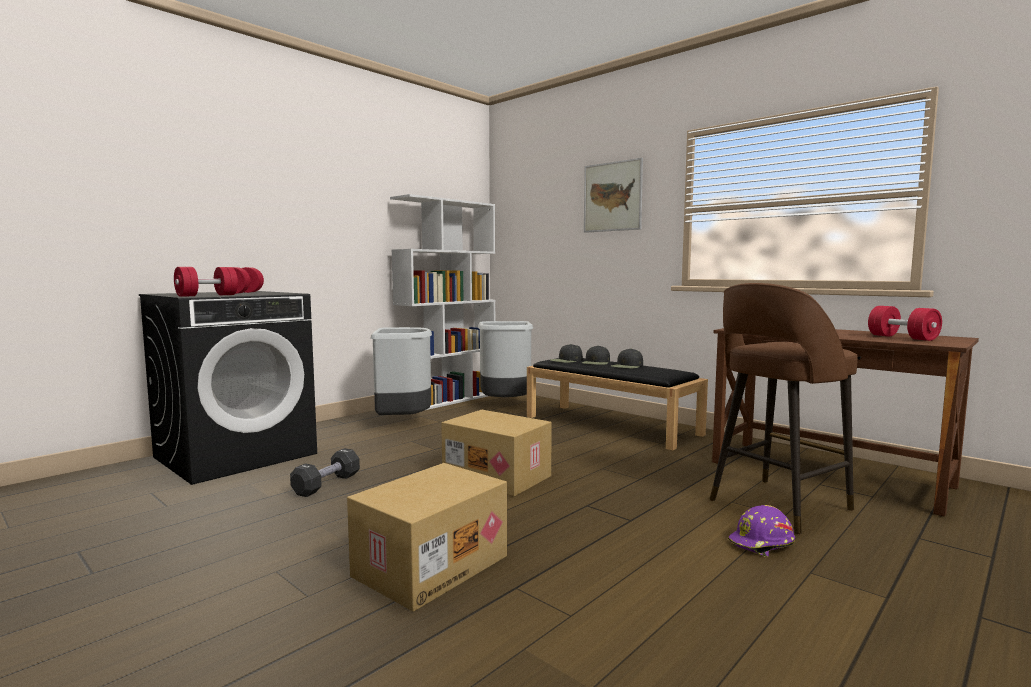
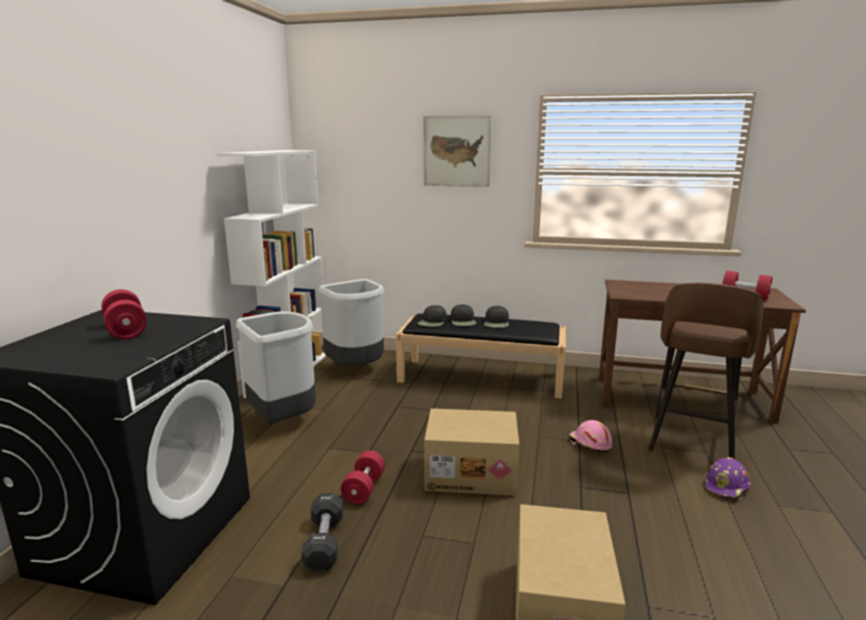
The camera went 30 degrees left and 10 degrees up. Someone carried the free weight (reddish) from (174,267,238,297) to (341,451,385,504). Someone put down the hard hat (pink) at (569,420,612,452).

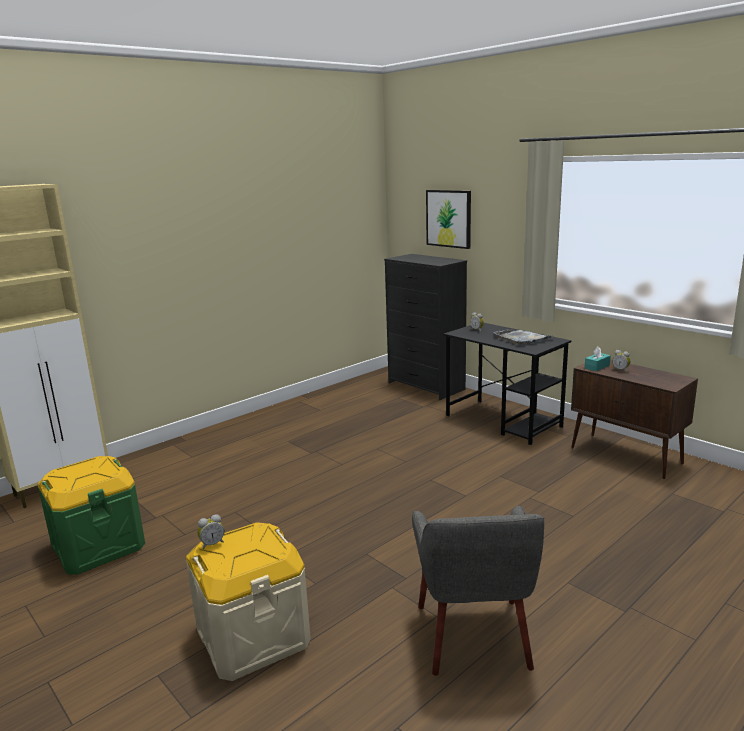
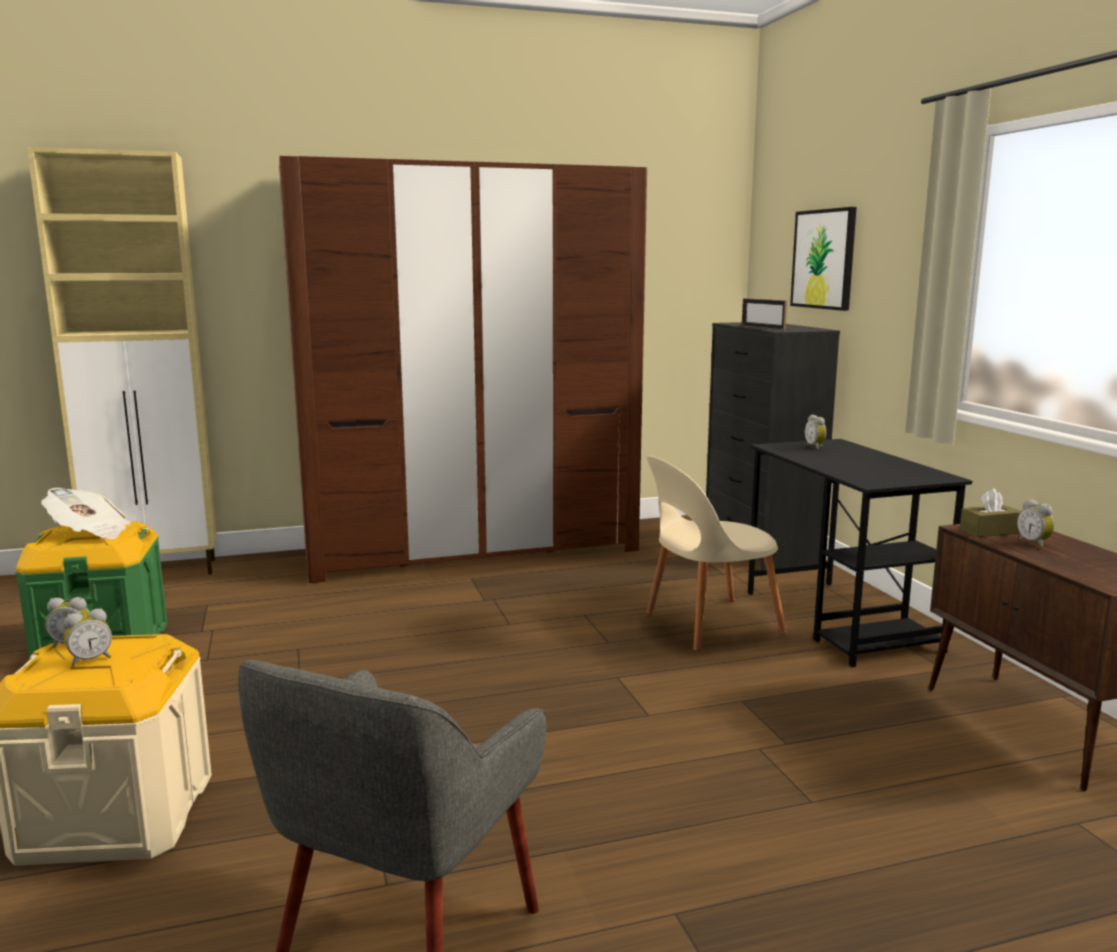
The camera went 25 degrees right and 5 degrees down. Someone took away the serving tray (greyish) at (493,329,552,345). Someone repainted the tissue holder (blue-green) at (584,347,611,371), which became the tissue holder (brown-coloured) at (960,489,1021,537). Someone put down the newspaper at (41,488,131,539). Someone put down the table clock at (64,608,112,667). Someone put down the armoire (brown-coloured) at (279,156,647,583). Someone put down the upright chair (beige-coloured) at (646,455,787,651). Someone put down the photo frame at (742,298,787,330).

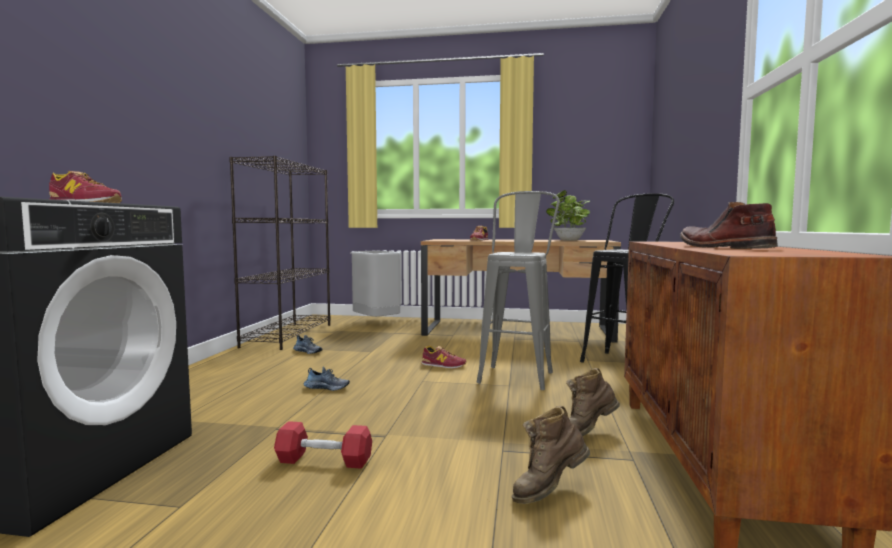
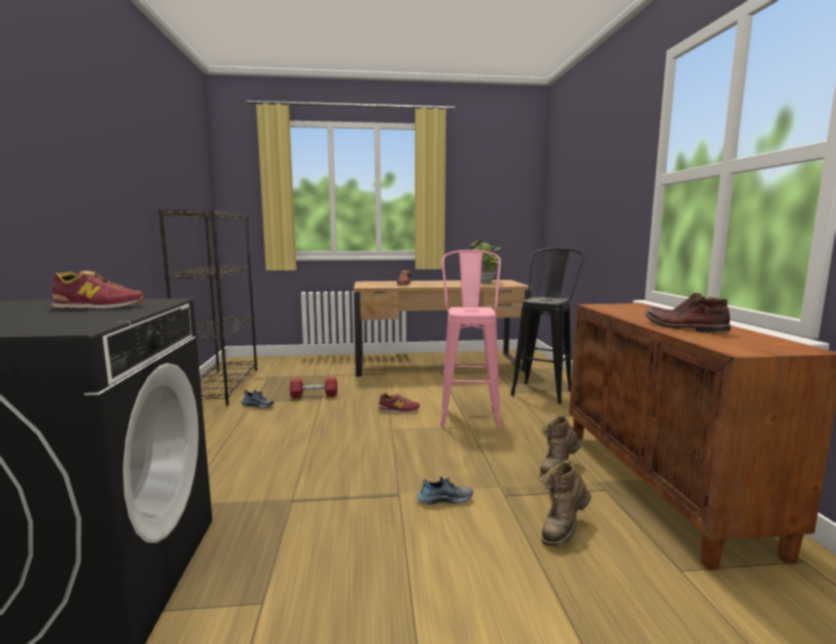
The camera went 15 degrees left and 5 degrees up. Someone carried the free weight (reddish) from (274,421,372,469) to (290,377,338,398). Someone carried the low shoe from (304,367,350,391) to (417,476,473,504). Someone took away the waste bin (greyish) at (351,251,401,317). Someone repainted the stool (greyish) at (476,191,560,390), which became the stool (pink) at (440,250,501,429).

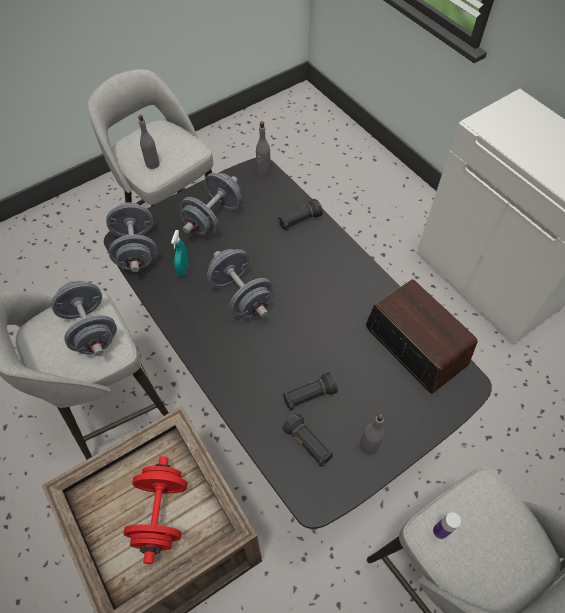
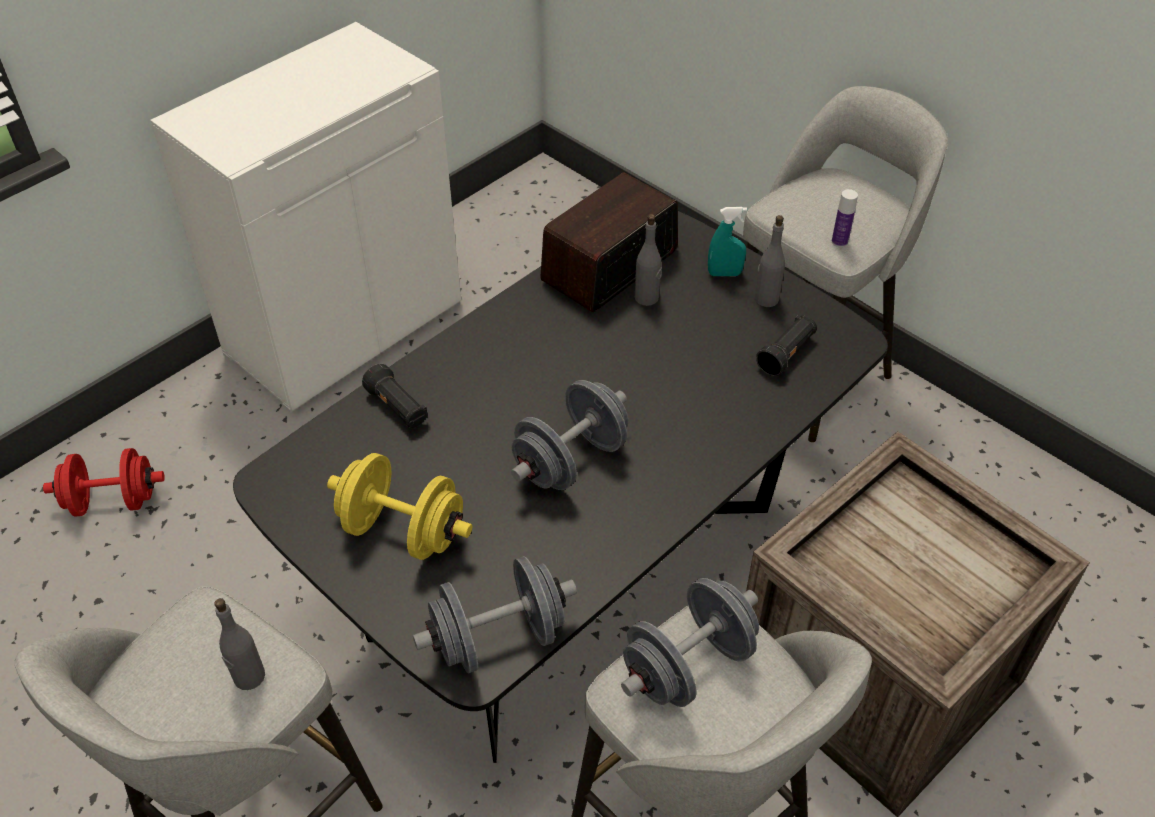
The camera went 100 degrees left and 10 degrees down. Someone carried the free weight (reddish) from (123,456,188,564) to (43,448,165,516). Someone carried the sprayer (blue-green) from (171,230,189,277) to (708,207,747,276). Someone repainted the free weight (greyish) at (180,173,242,235), which became the free weight (yellow-coloured) at (327,453,472,560). Someone carried the bottle (greyish) from (256,121,271,176) to (635,214,662,306). Someone took away the torch (black) at (283,372,338,410).

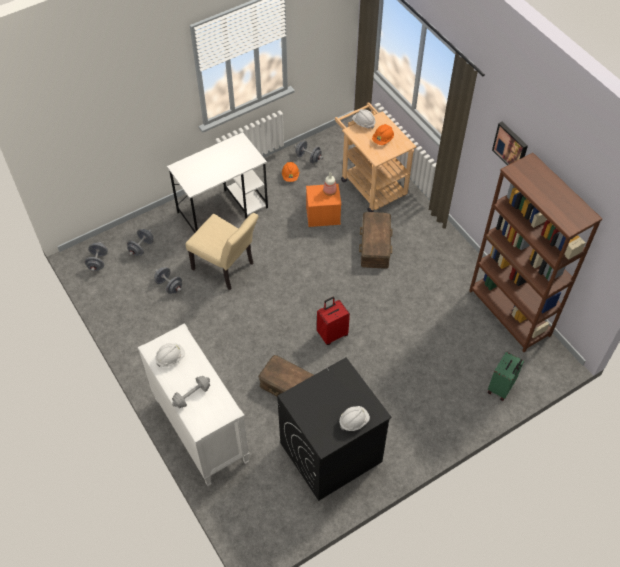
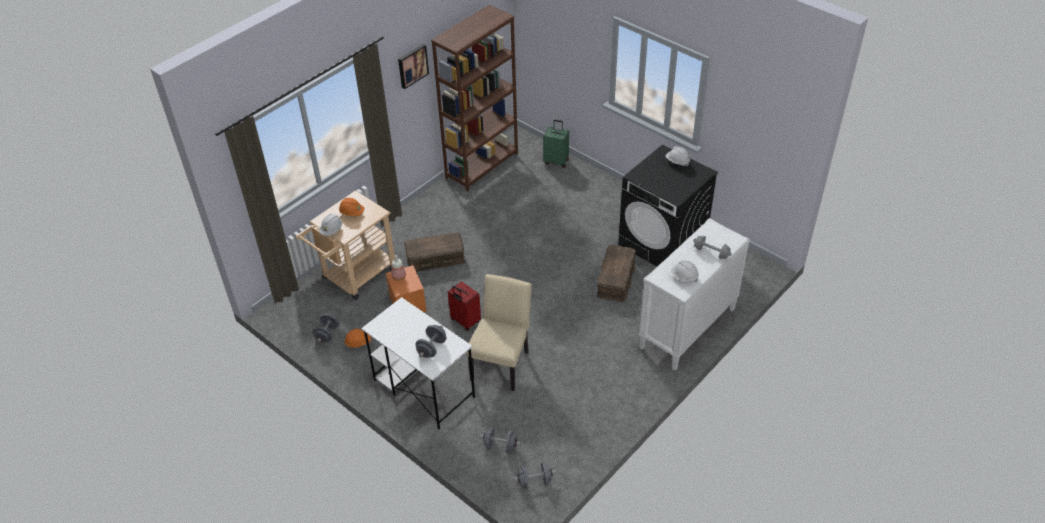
The camera went 105 degrees left and 10 degrees down. Someone carried the free weight (greyish) from (154,267,182,294) to (415,325,447,358). Someone carried the piece of luggage (reddish) from (317,297,350,345) to (448,281,481,330).

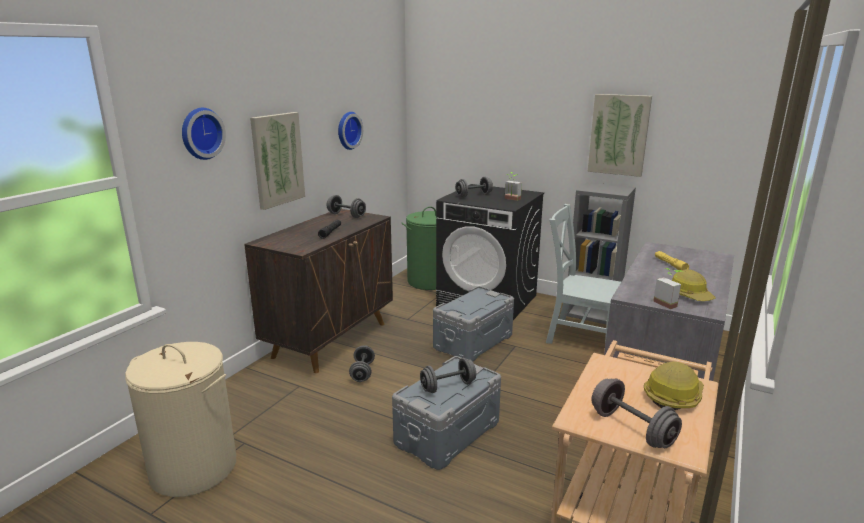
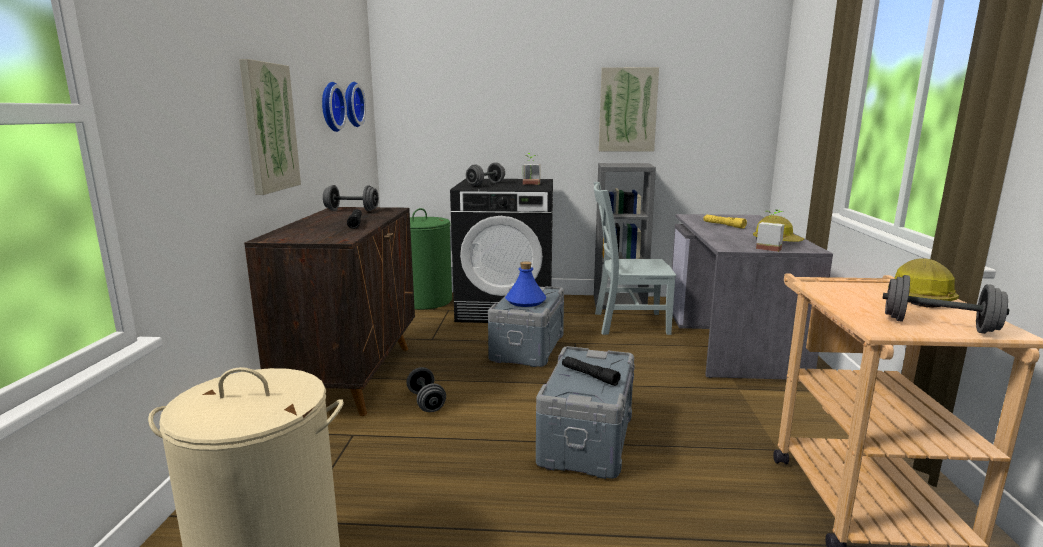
The camera went 25 degrees left and 5 degrees down. Someone carried the hanging clock from (182,108,226,160) to (345,82,366,127). Someone swapped the free weight (greyish) at (420,358,476,393) for the torch (black) at (562,356,621,386). Someone put down the bottle (blue) at (505,261,546,307).

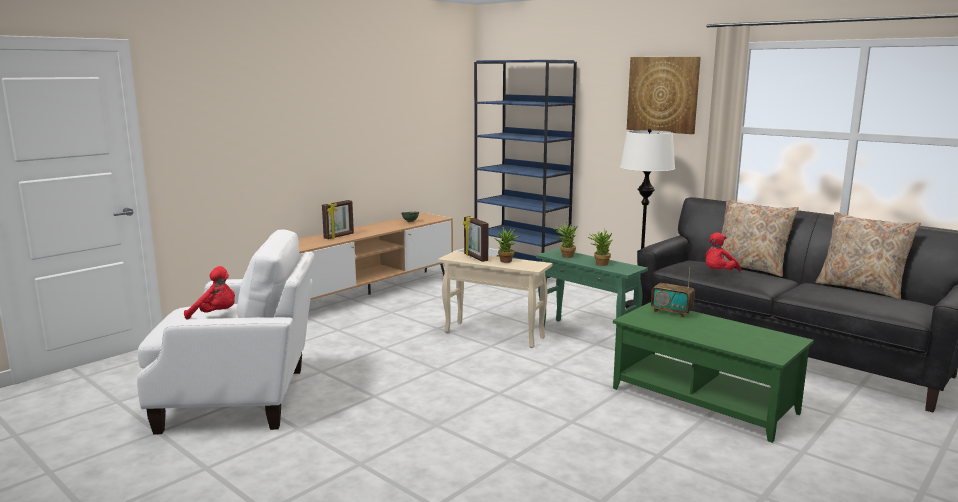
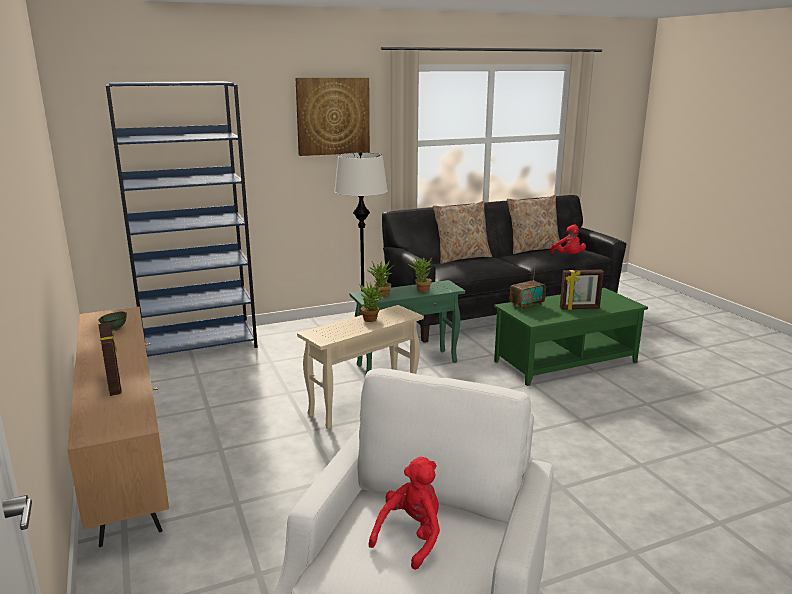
The camera went 65 degrees left and 5 degrees up. Someone carried the photo frame from (463,216,488,262) to (560,270,604,310). Someone carried the cuddly toy (reddish) from (705,233,741,271) to (550,224,586,254).

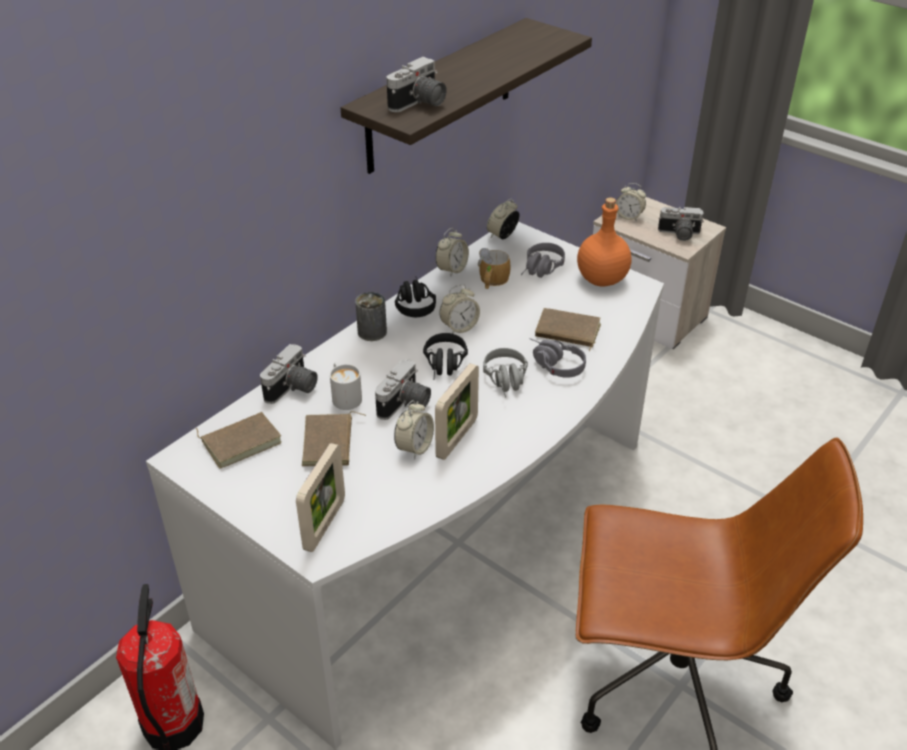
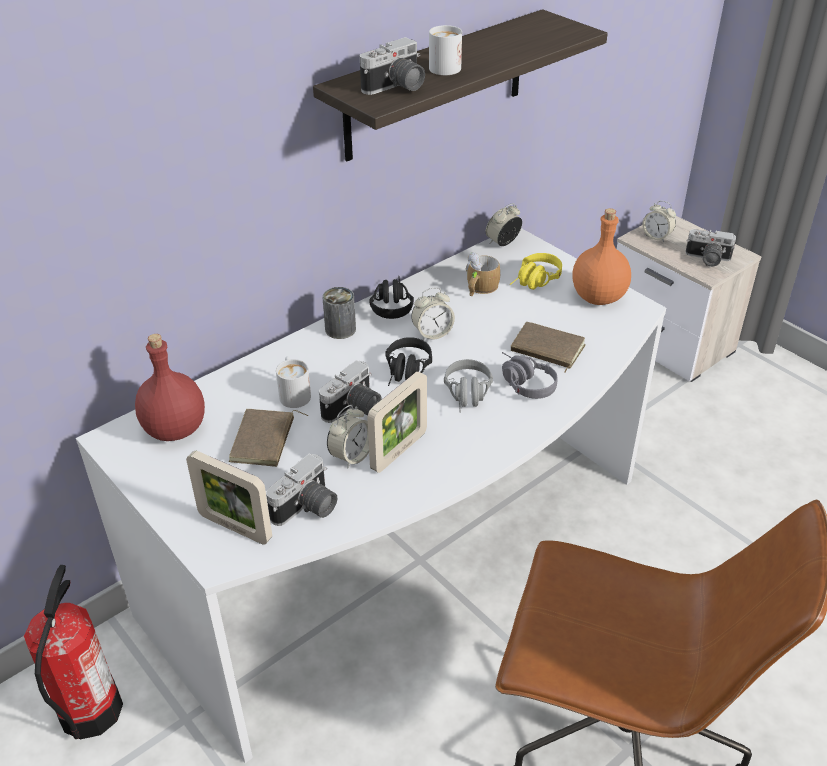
The camera went 10 degrees right and 0 degrees up. Someone swapped the volume (brown-coloured) at (196,412,281,468) for the bottle (reddish) at (135,334,205,441). Someone carried the photo camera from (260,344,318,404) to (266,453,337,526). Someone rotated the photo frame at (296,443,345,552) by 90 degrees clockwise. Someone took away the table clock at (435,228,469,277). Someone repainted the headset (greyish) at (521,243,565,278), which became the headset (yellow-coloured) at (510,253,562,290). Someone put down the mug (whitish) at (429,25,462,75).

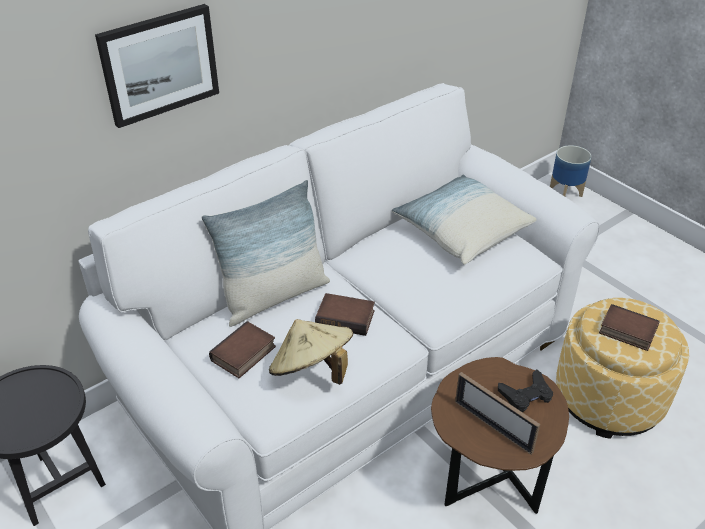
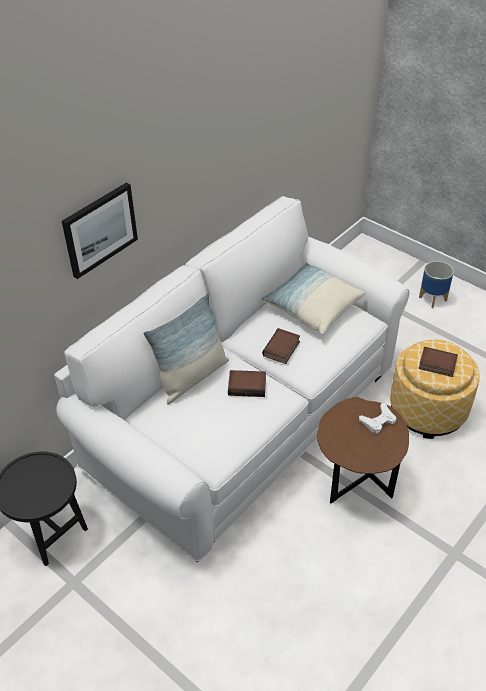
The camera went 10 degrees left and 5 degrees up. Someone carried the volume from (209,321,276,378) to (262,328,300,364). Someone took away the hat (beige-coloured) at (269,319,353,385). Someone took away the photo frame at (455,372,540,455). Someone repainted the gamepad (black) at (498,369,553,412), which became the gamepad (whitish) at (359,402,396,434). Someone carried the plant pot from (550,145,592,197) to (419,261,454,308).

